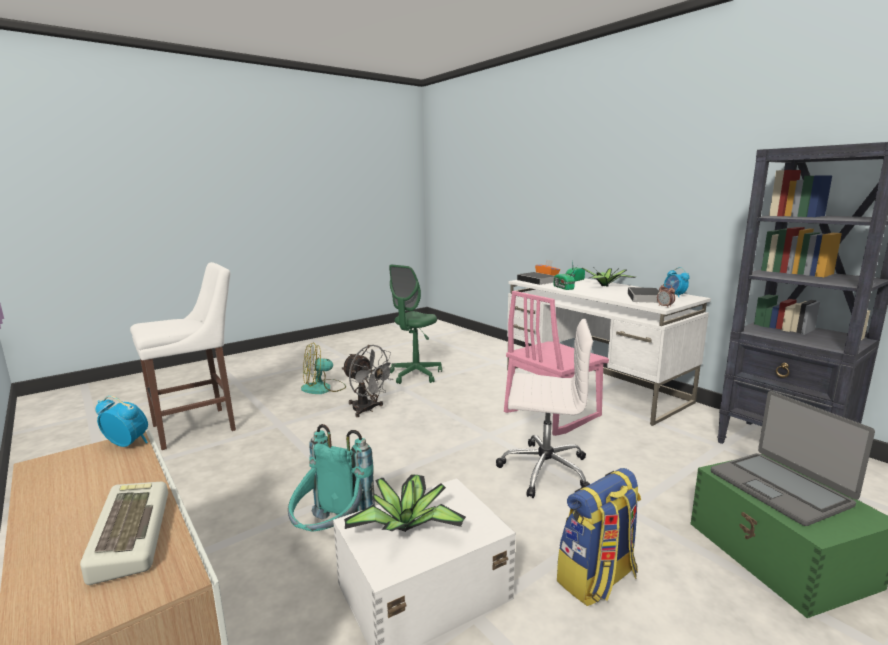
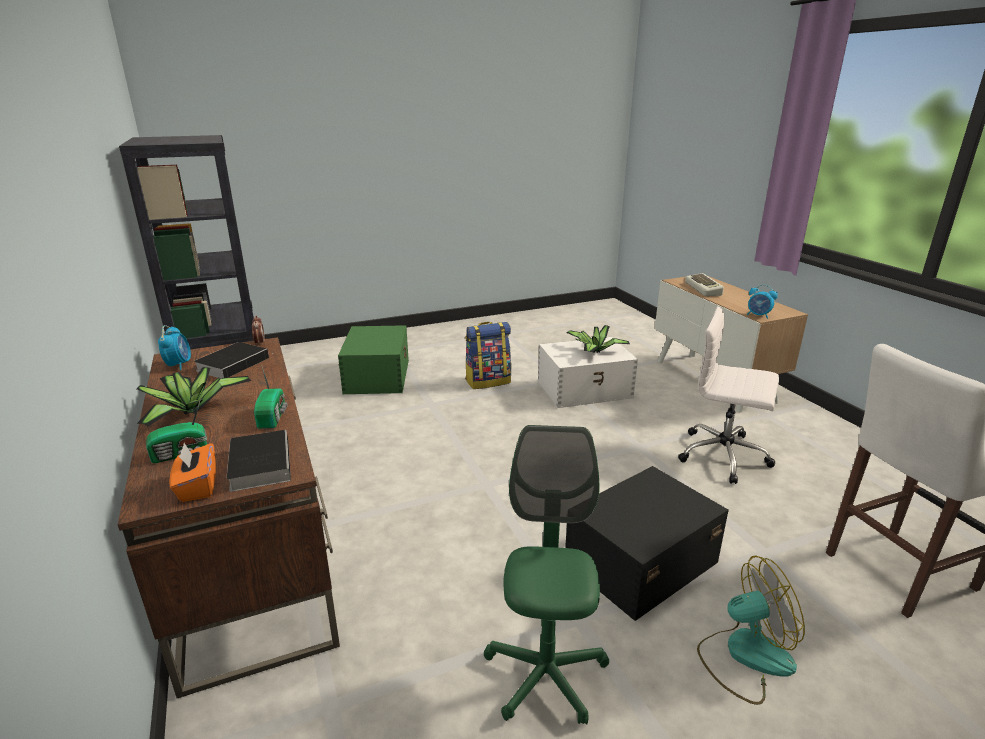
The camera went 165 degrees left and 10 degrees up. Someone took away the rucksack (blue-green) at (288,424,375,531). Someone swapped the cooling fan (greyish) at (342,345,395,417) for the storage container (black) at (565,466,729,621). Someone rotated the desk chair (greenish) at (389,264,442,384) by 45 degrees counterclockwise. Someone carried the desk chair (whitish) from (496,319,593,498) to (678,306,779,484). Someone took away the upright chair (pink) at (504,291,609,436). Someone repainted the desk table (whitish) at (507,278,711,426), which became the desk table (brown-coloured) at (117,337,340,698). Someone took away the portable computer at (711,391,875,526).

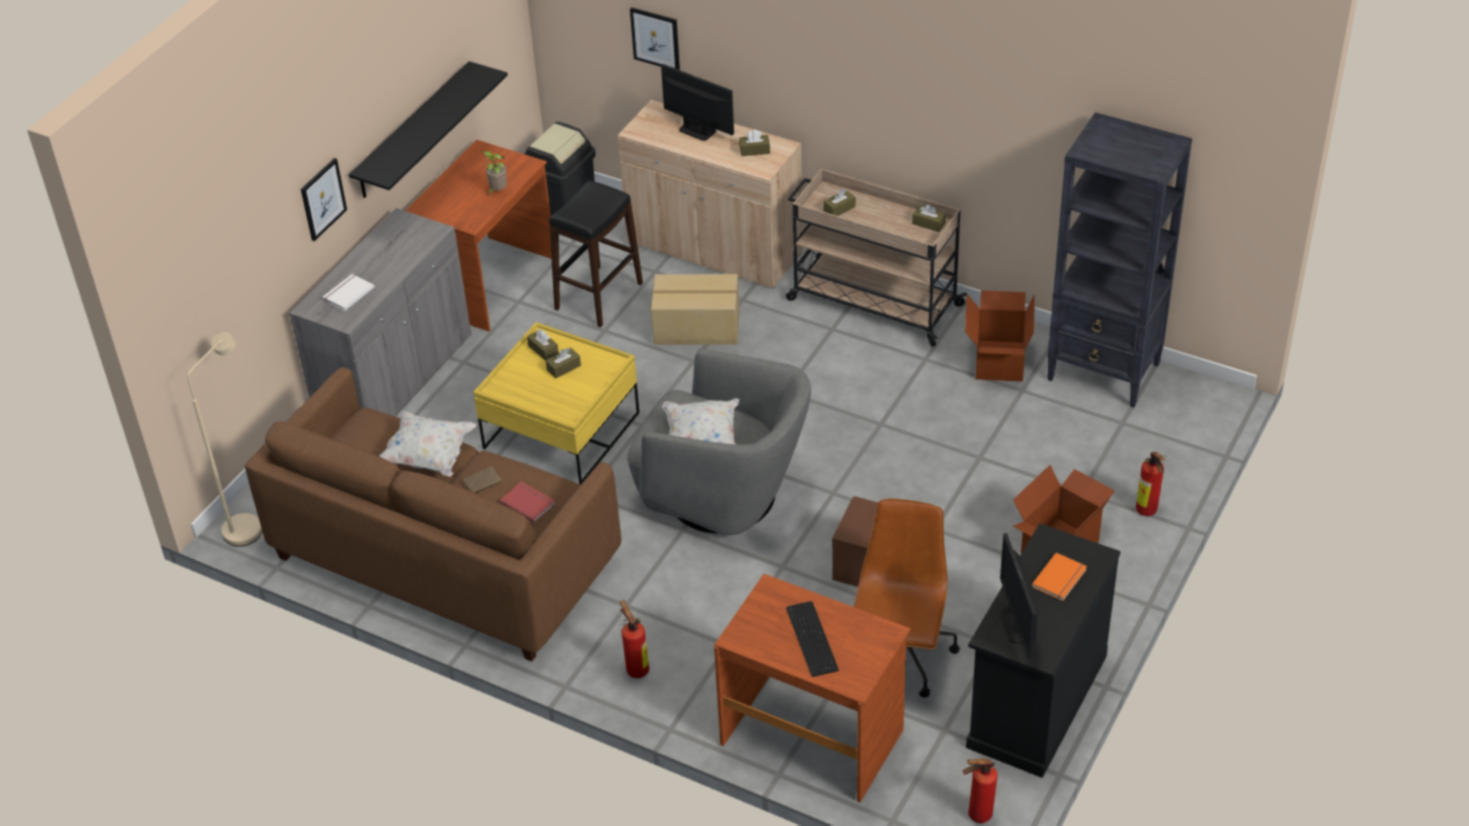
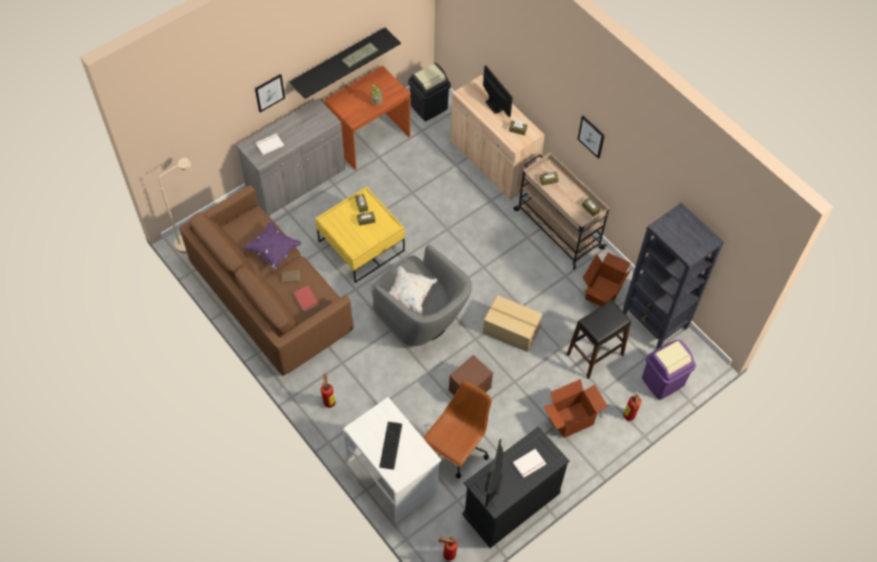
The camera went 20 degrees right and 15 degrees up. Someone repainted the throw pillow (whitish) at (379,411,477,477), which became the throw pillow (purple-coloured) at (242,221,302,270). Someone carried the stool (black) from (549,181,643,327) to (567,300,631,379). Someone carried the wall art from (630,7,680,70) to (578,116,605,159). Someone carried the carton from (651,274,740,345) to (483,295,543,352). Someone repainted the desk table (brown-coloured) at (714,574,910,802), which became the desk table (whitish) at (343,397,442,523). Someone repainted the volume (orange) at (1032,553,1087,601), which became the volume (whitish) at (513,449,546,478). Someone put down the computer keyboard at (341,43,379,69). Someone put down the waste bin (purple-coloured) at (642,340,696,400).

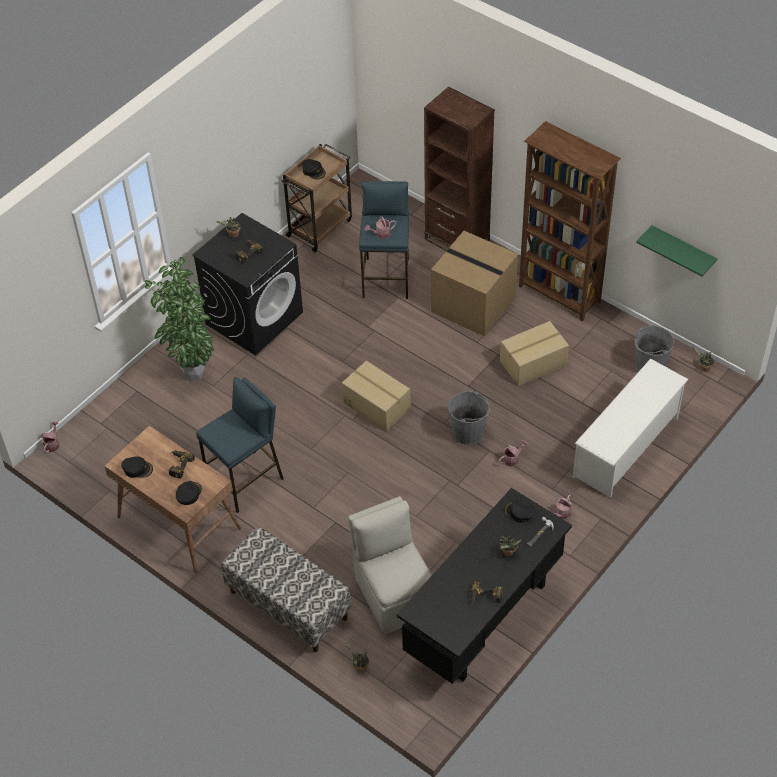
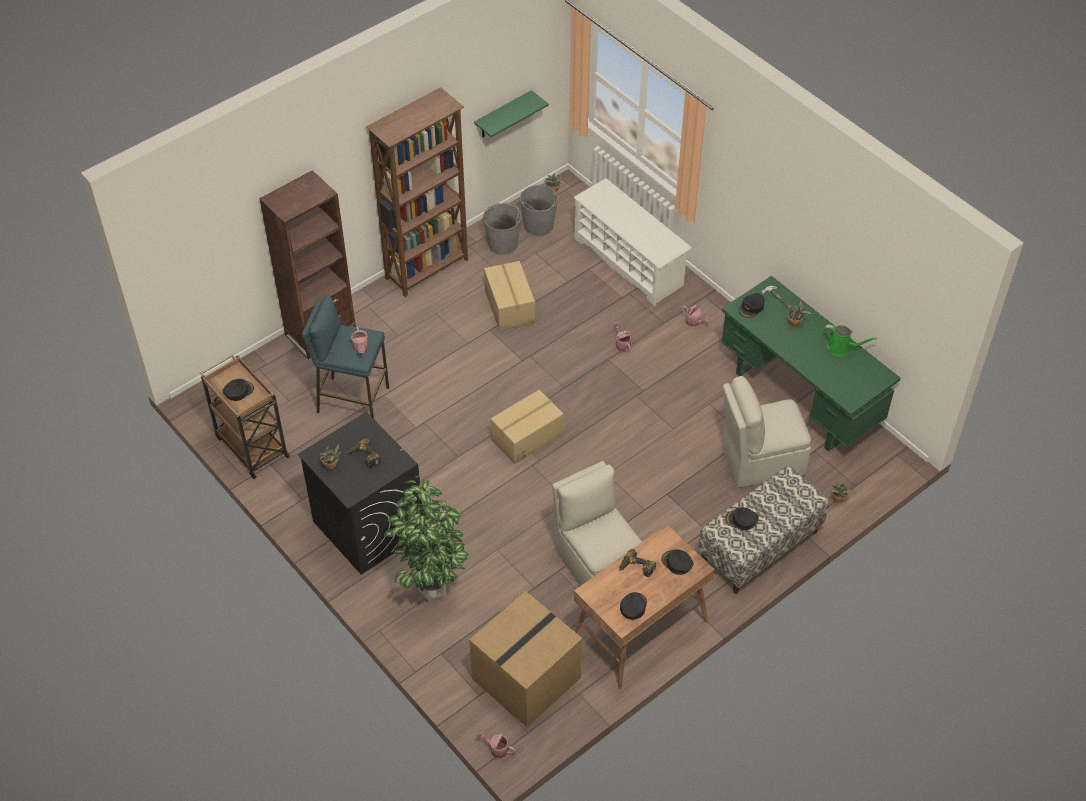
The camera went 80 degrees left and 0 degrees up. Someone swapped the stool (blue) at (196,377,284,513) for the upright chair (beige-coloured) at (552,461,642,586). Someone repainted the desk table (black) at (397,488,572,684), which became the desk table (greenish) at (722,276,901,451). Someone carried the carton from (431,231,518,336) to (469,591,582,727). Someone carried the bucket (greyish) from (448,391,490,445) to (483,202,521,255). Someone swapped the electric drill at (470,581,503,605) for the sprinkling can (greenish) at (824,325,877,356). Someone put down the cap (black) at (725,507,759,530).

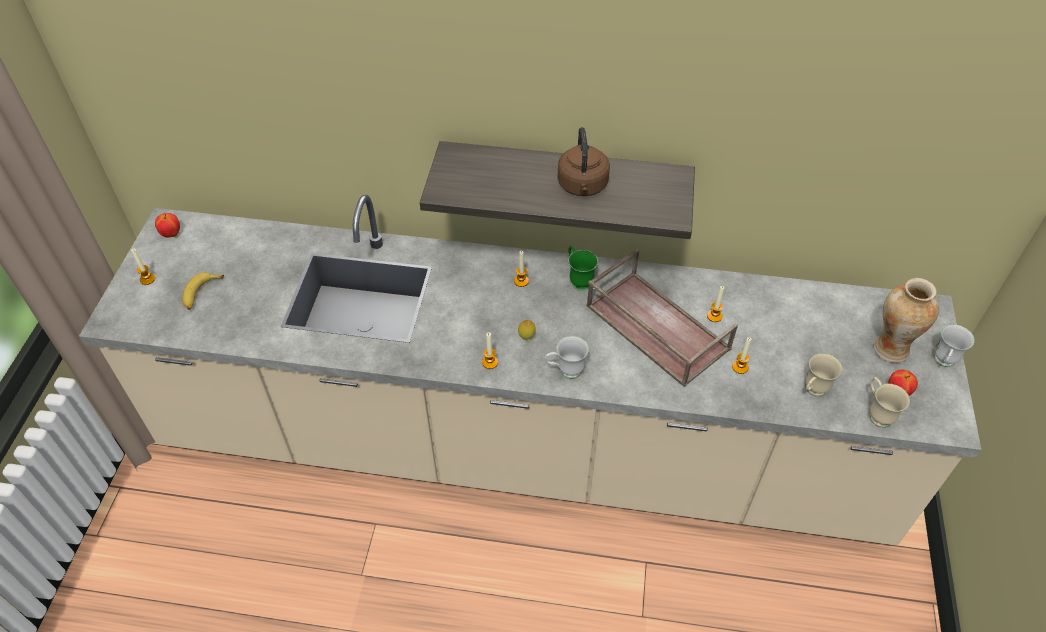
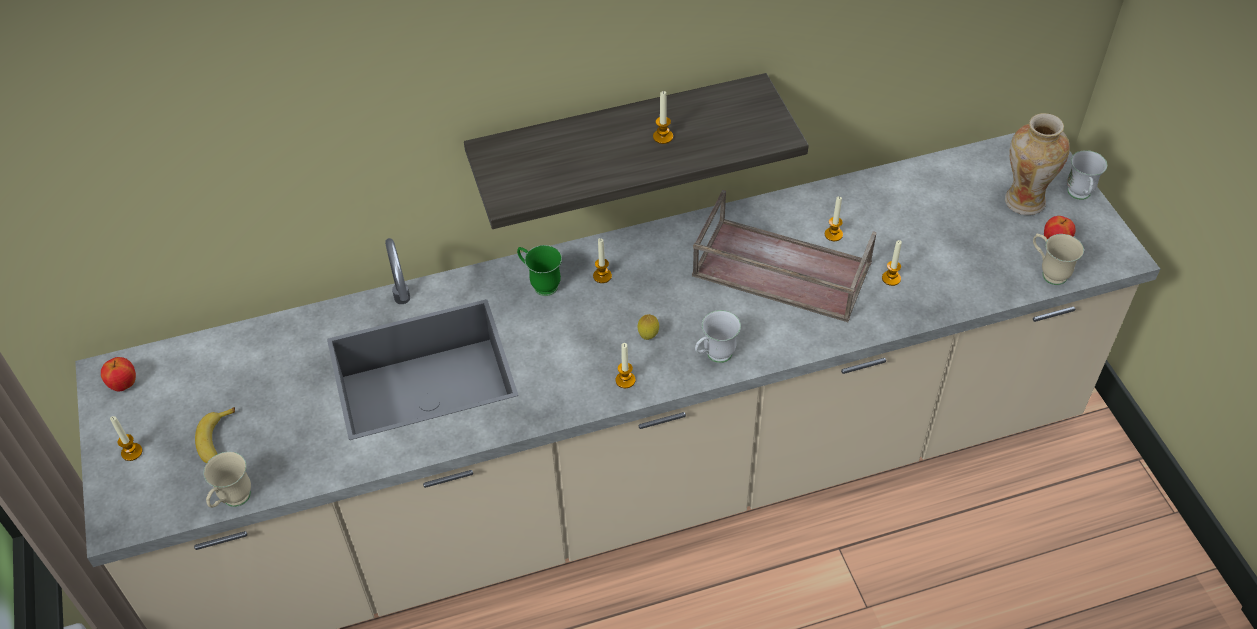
The camera went 25 degrees left and 0 degrees up. Someone swapped the water kettle (brown-coloured) at (557,127,610,196) for the wax candle at (653,91,673,144). Someone carried the mug (greenish) from (568,246,598,291) to (517,245,562,296). Someone carried the mug (beige-coloured) from (805,353,842,397) to (203,452,251,508).

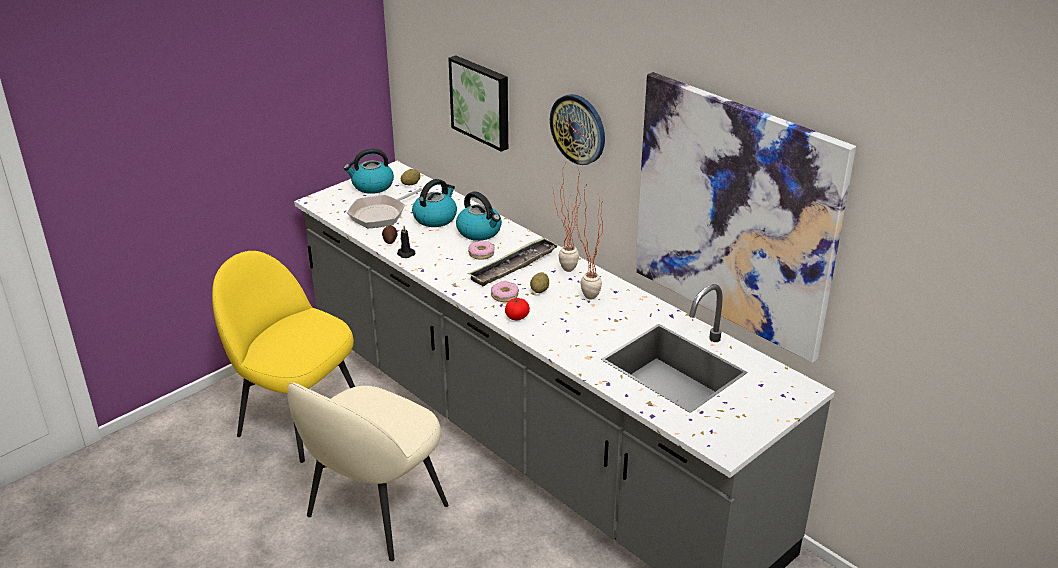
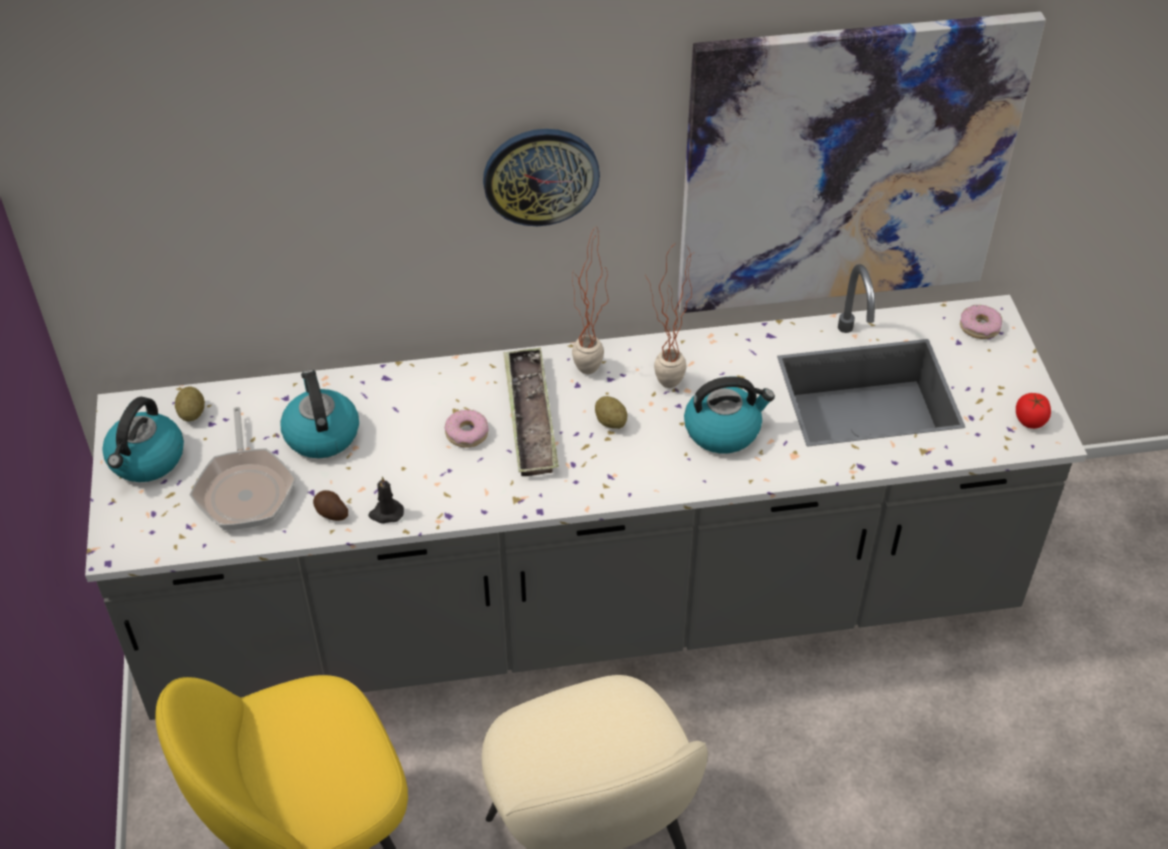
The camera went 55 degrees left and 15 degrees up. Someone took away the wall art at (448,55,508,152). Someone carried the water kettle from (456,191,502,241) to (684,376,775,454). Someone carried the ring doughnut from (491,281,519,302) to (960,304,1002,339). Someone carried the whole tomato from (505,298,530,320) to (1016,393,1051,429).

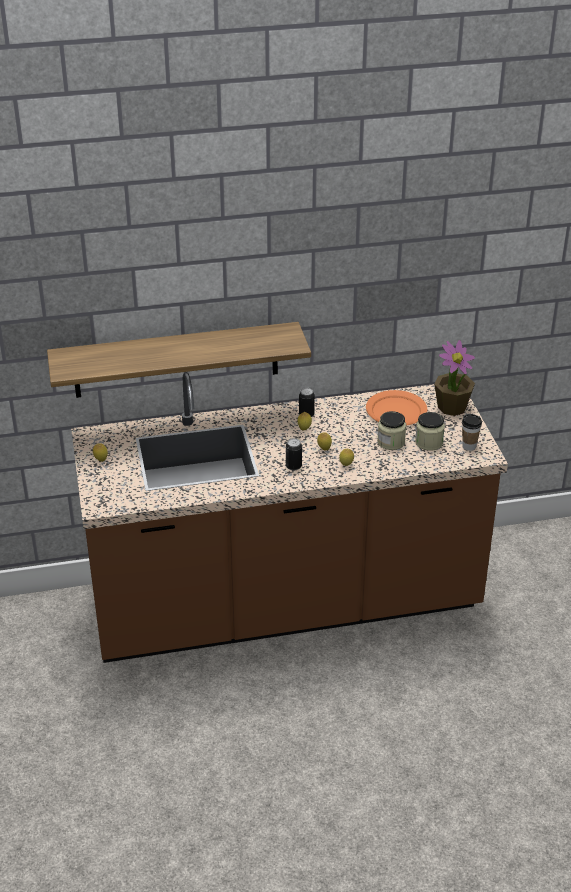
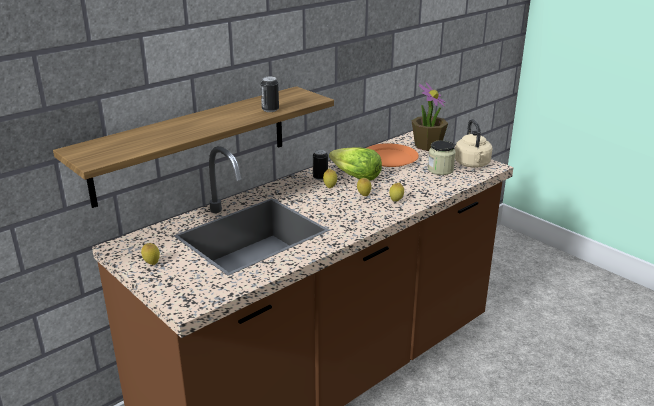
The camera went 30 degrees left and 10 degrees down. Someone carried the metal can from (286,438,302,471) to (261,77,279,112). Someone took away the jar at (377,411,406,450). Someone swapped the cup at (462,414,482,451) for the water kettle (beige-coloured) at (455,119,492,168). Someone put down the head of lettuce at (329,147,382,181).

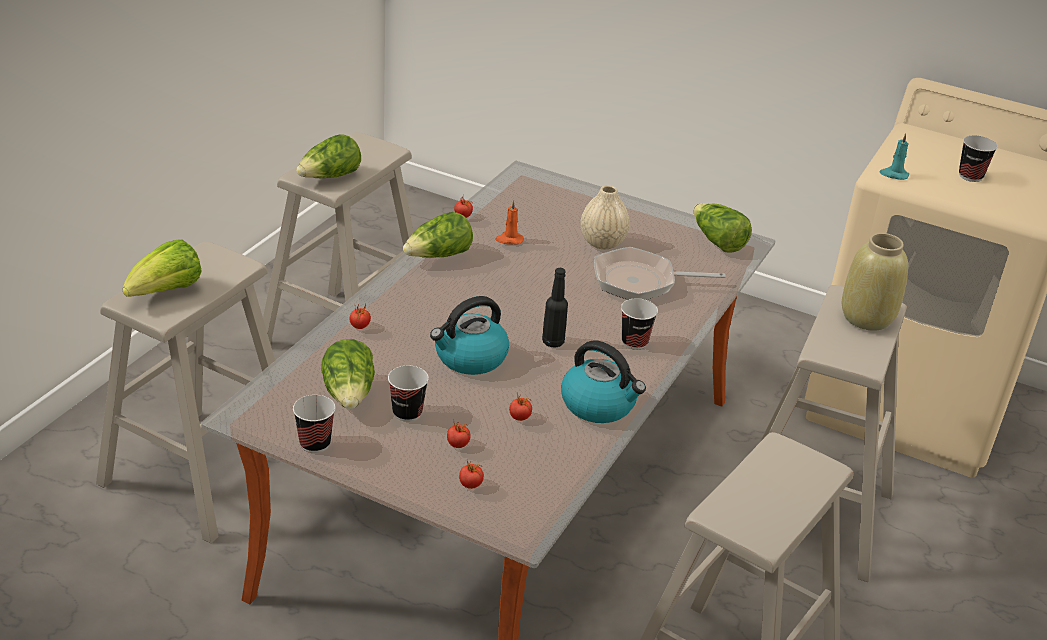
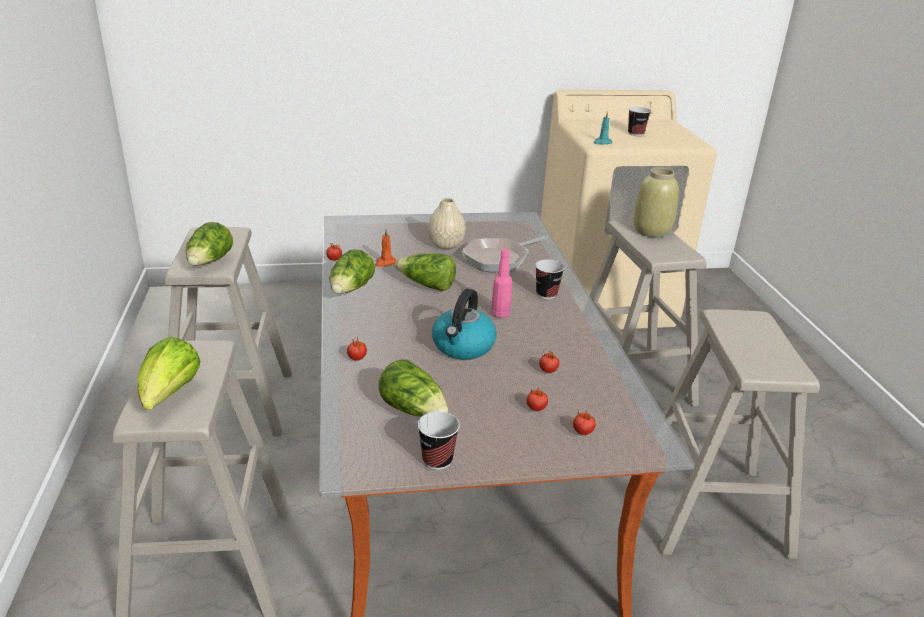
The camera went 35 degrees left and 5 degrees down. Someone took away the cup at (388,366,429,422). Someone repainted the bottle (black) at (542,268,568,347), which became the bottle (pink) at (491,249,512,318). Someone took away the water kettle at (561,341,646,423). Someone carried the head of lettuce from (693,203,752,253) to (395,253,456,291).

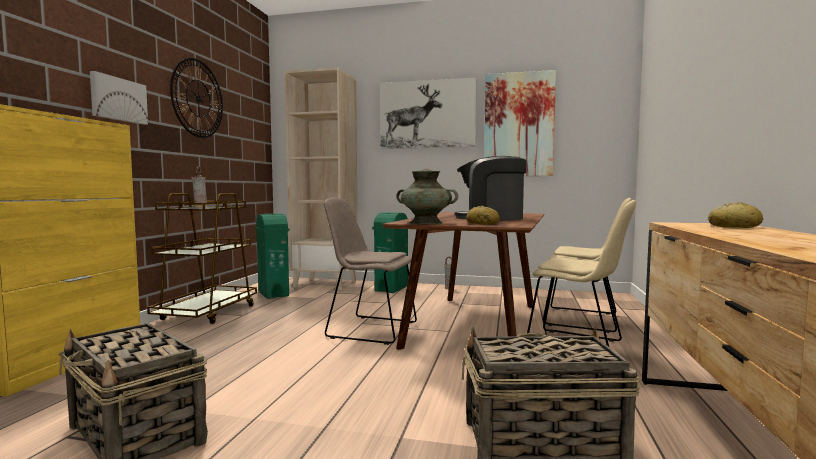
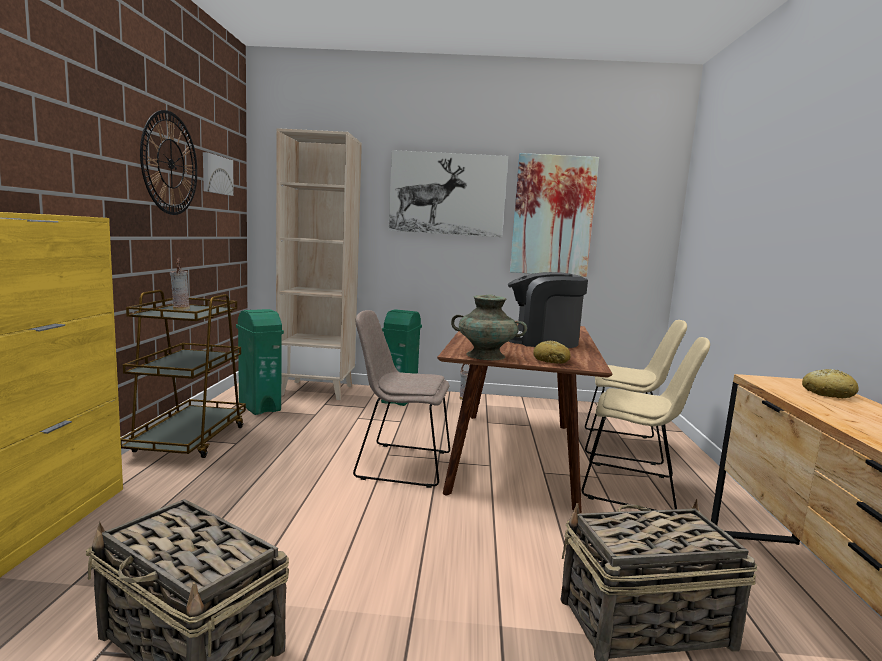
The camera went 10 degrees left and 5 degrees up. Someone carried the wall art from (90,71,148,125) to (203,152,234,196).

